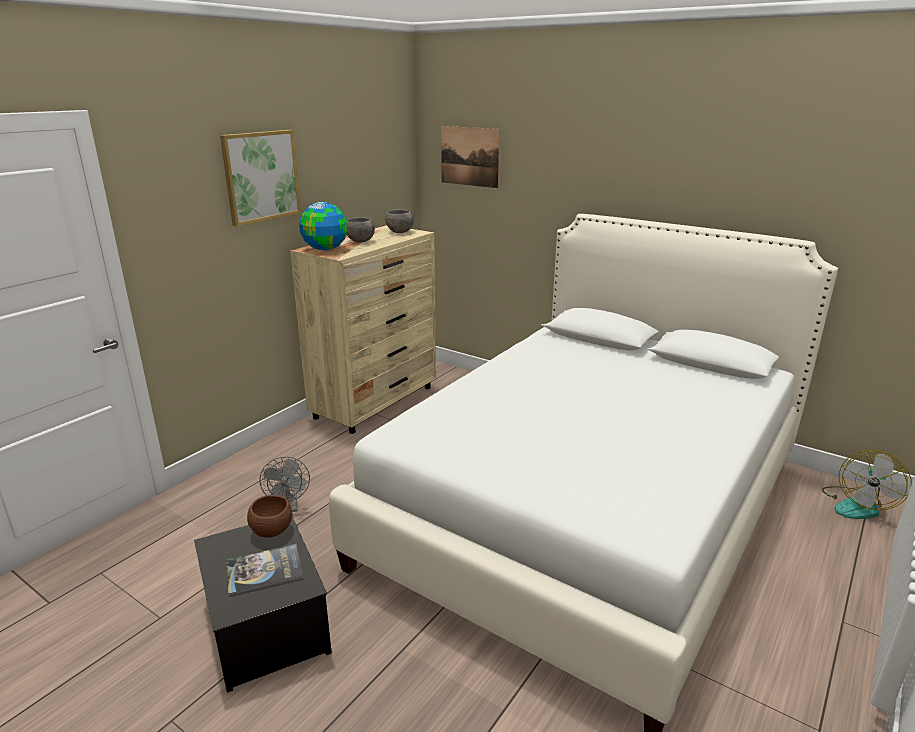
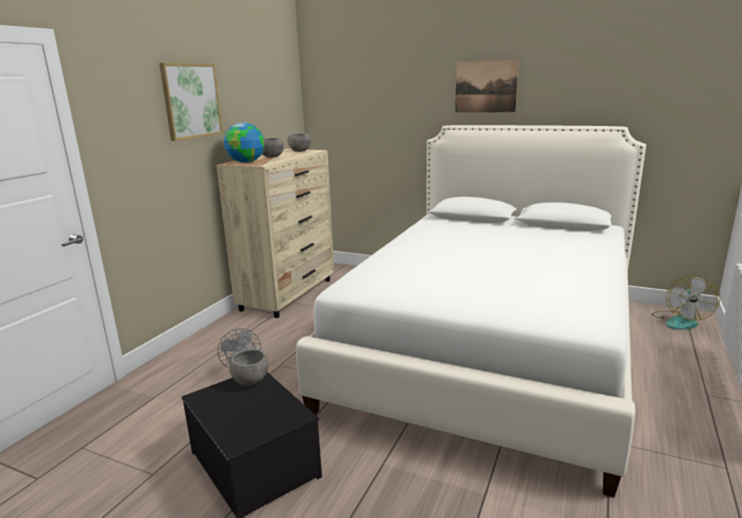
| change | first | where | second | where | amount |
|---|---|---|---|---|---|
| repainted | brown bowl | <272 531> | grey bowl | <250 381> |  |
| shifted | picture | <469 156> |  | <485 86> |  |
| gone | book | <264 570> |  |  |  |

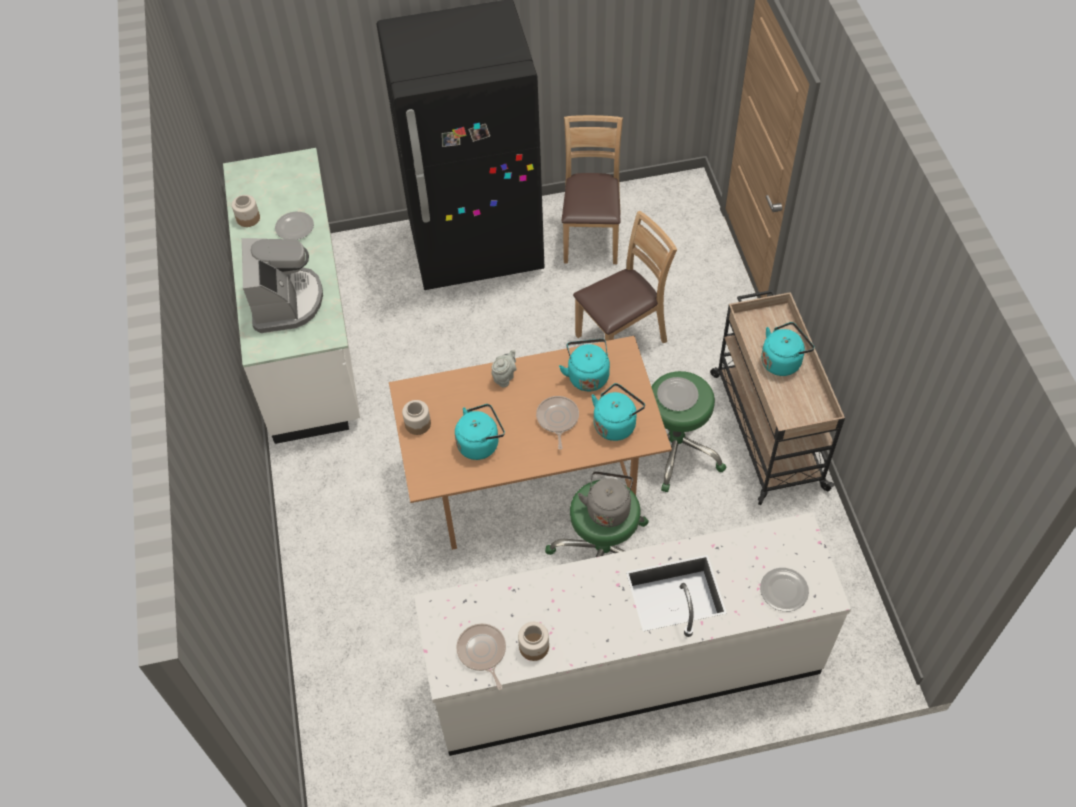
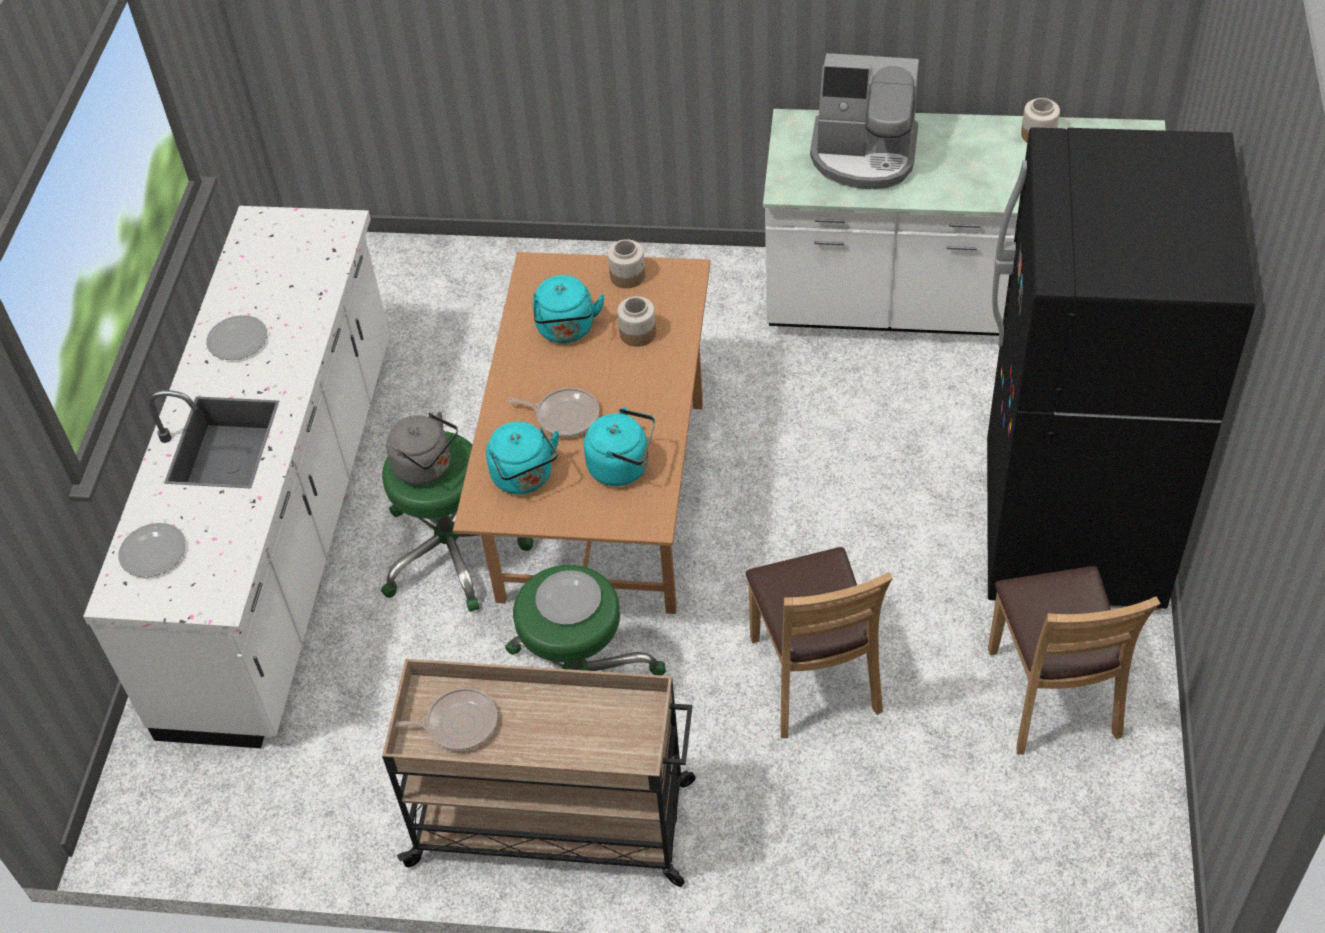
| change | first | where | second | where | amount |
|---|---|---|---|---|---|
| shifted | plate | <294 227> |  | <238 339> |  |
| shifted | frying pan | <482 652> |  | <458 723> |  |
| shifted | jar | <534 647> |  | <637 333> |  |
| rotated | brown chair | <591 237> |  | <1052 695> | 60 degrees clockwise |
| gone | grey teapot | <505 377> |  |  |  |
| gone | turquoise kettle | <782 361> |  |  |  |

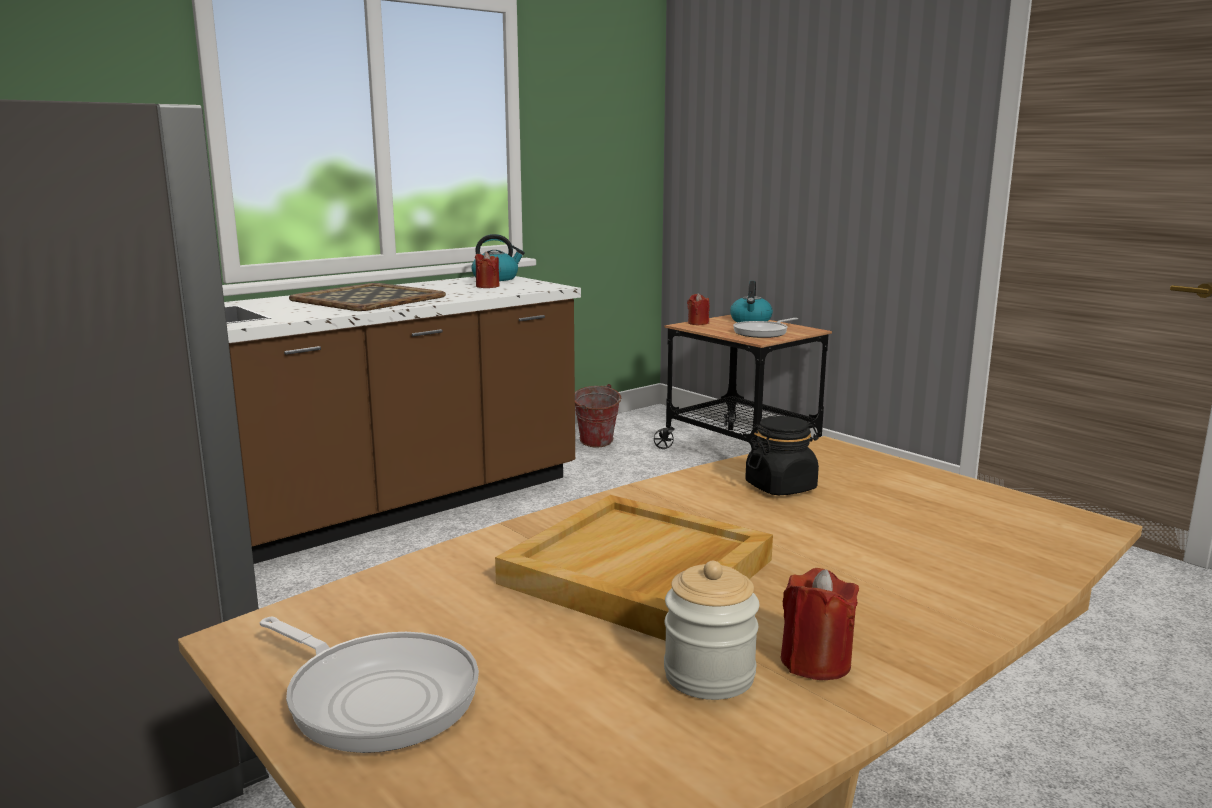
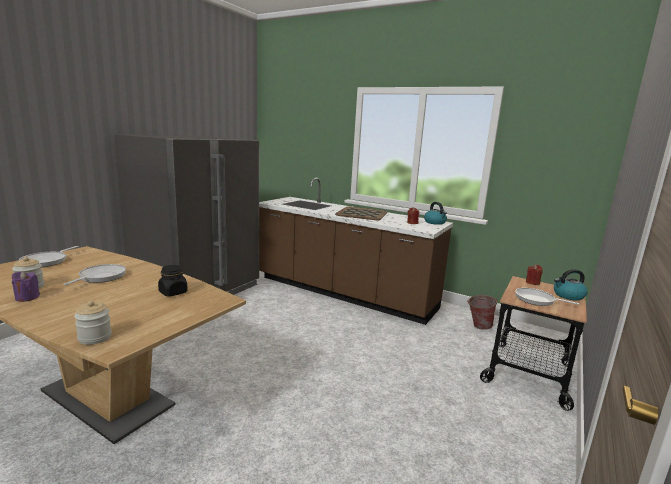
| change | first | where | second | where | amount |
|---|---|---|---|---|---|
| repainted | red candle | <815 662> | purple candle | <27 297> |  |
| swapped | beige tray | <638 573> | frying pan | <100 277> |  |
| new |  |  | jar | <95 337> |  |

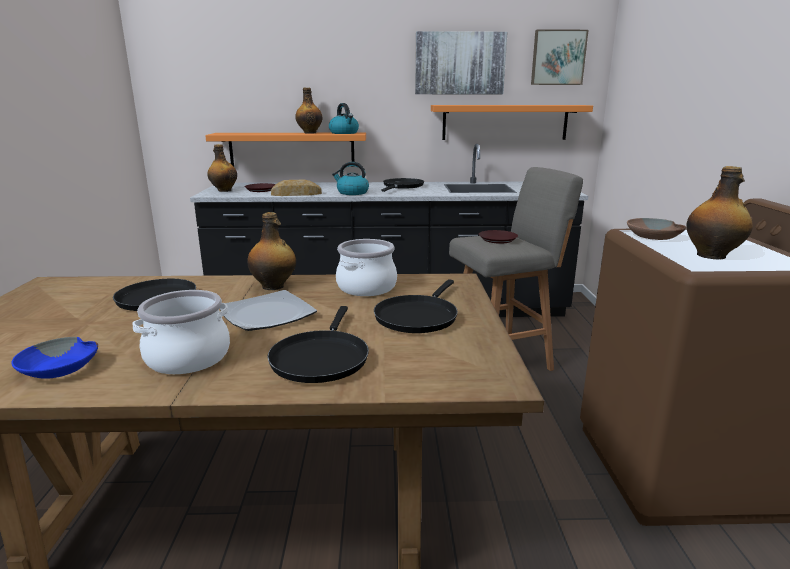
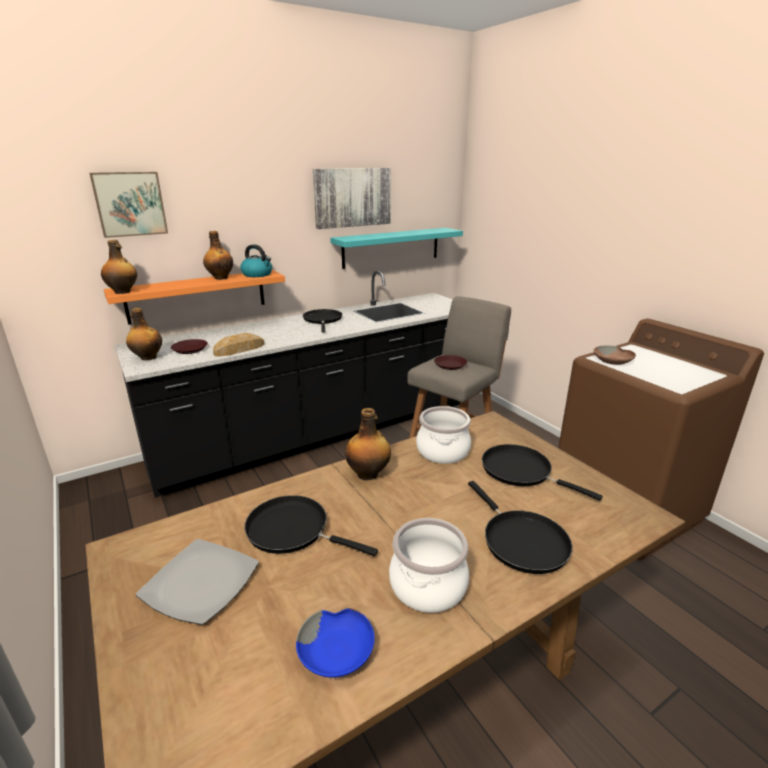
| change | first | where | second | where | amount |
|---|---|---|---|---|---|
| shifted | picture | <558 58> |  | <130 204> |  |
| shifted | bottle | <712 256> |  | <123 292> |  |
| shifted | plate | <268 314> |  | <200 582> |  |
| repainted | orange shelf | <505 122> | turquoise shelf | <391 247> |  |
| rotated | black frying pan | <418 316> |  | <521 471> | 135 degrees clockwise |
| gone | kettle | <352 193> |  |  |  |

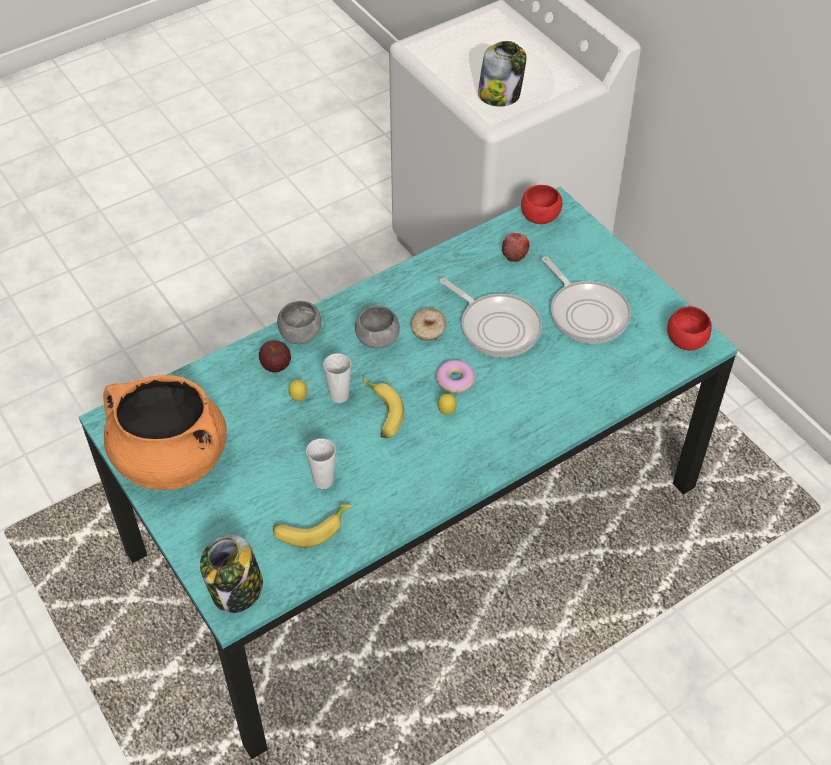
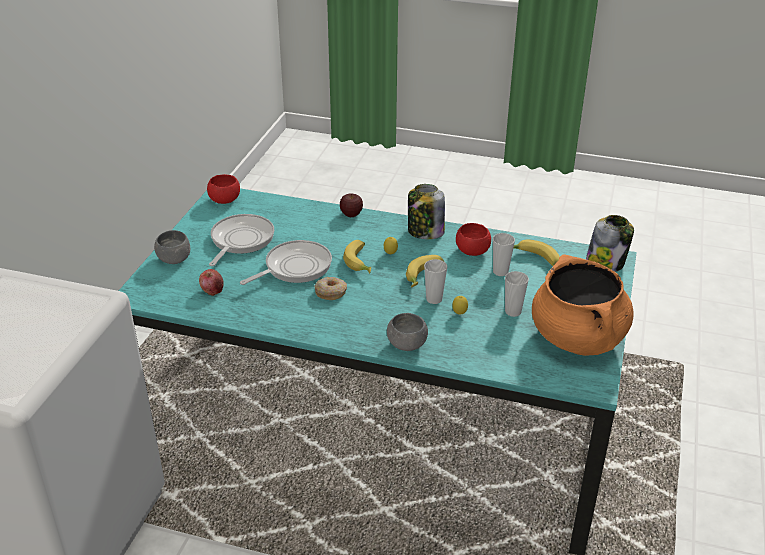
| change | first | where | second | where | amount |
|---|---|---|---|---|---|
| shifted | grey bowl | <377 339> |  | <174 259> |  |
| rotated | frying pan | <496 326> |  | <294 267> | 45 degrees clockwise |
| shifted | apple | <276 366> |  | <351 214> |  |
| swapped | donut | <455 380> | banana | <361 262> |  |
| shifted | jar | <500 95> |  | <425 232> |  |
| shifted | red bowl | <540 216> |  | <472 251> |  |
| new |  |  | cup | <513 311> |  |

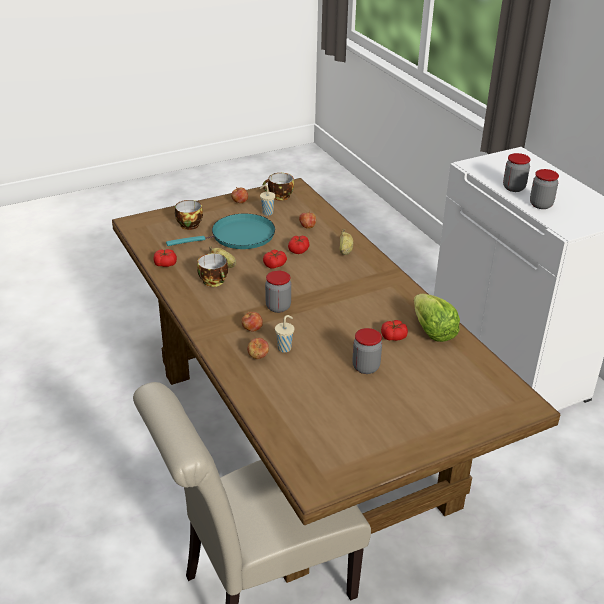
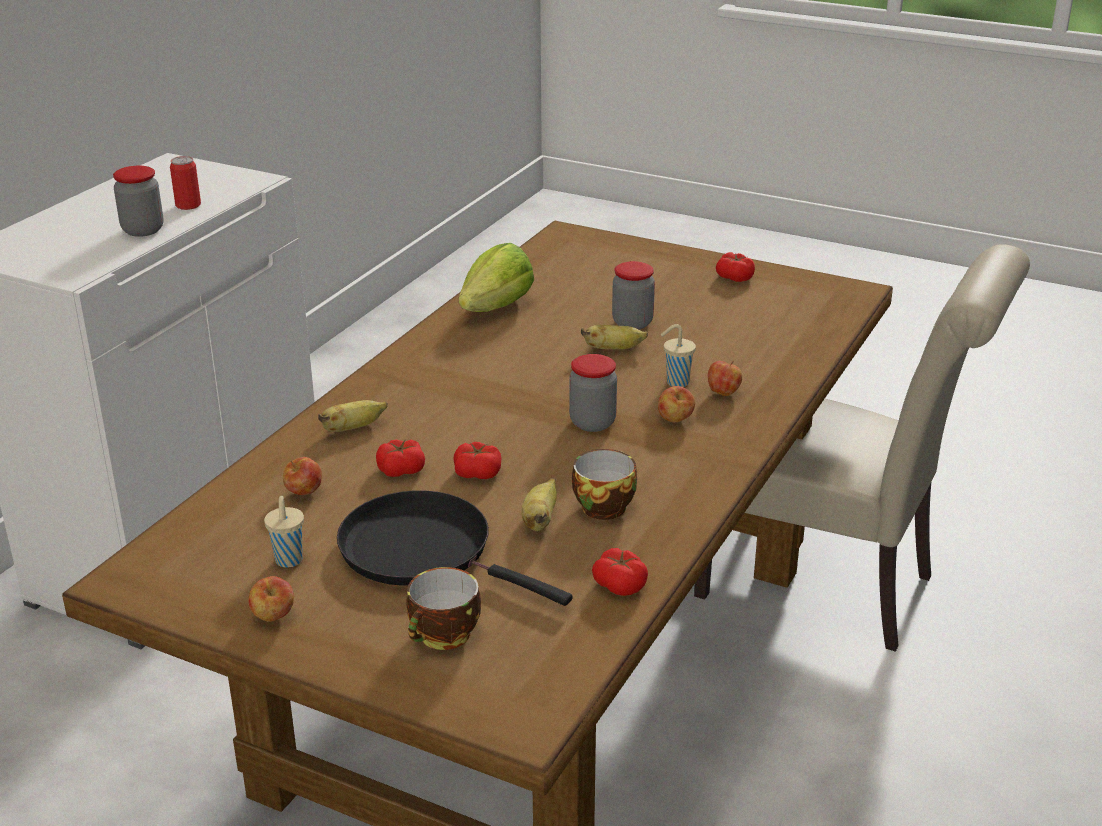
| change | first | where | second | where | amount |
|---|---|---|---|---|---|
| swapped | jar | <541 205> | can | <188 205> |  |
| repainted | turquoise frying pan | <238 236> | black frying pan | <424 551> |  |
| new |  |  | banana | <614 349> |  |
| shifted | tomato | <393 336> |  | <734 277> |  |
| gone | cup | <279 196> |  |  |  |

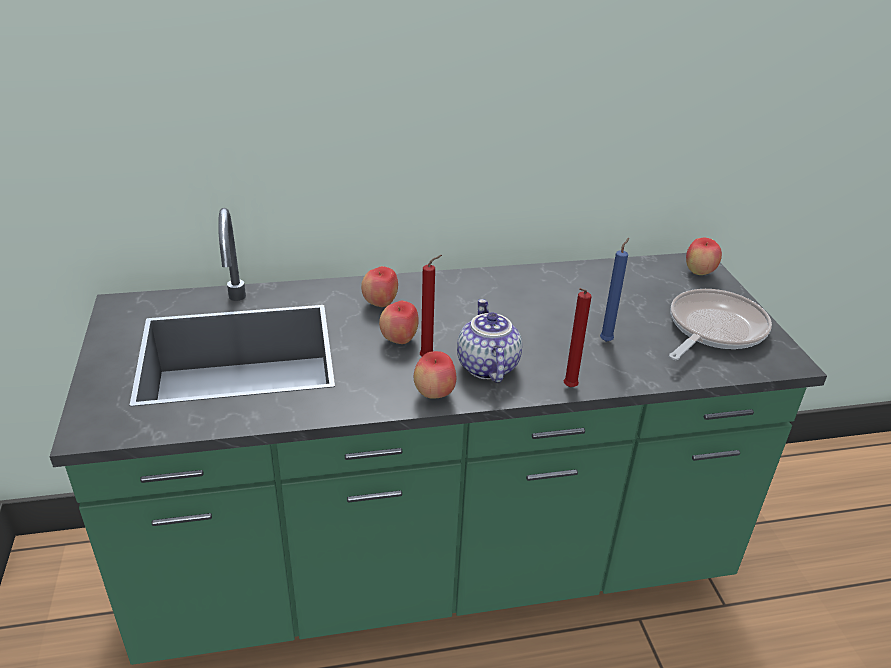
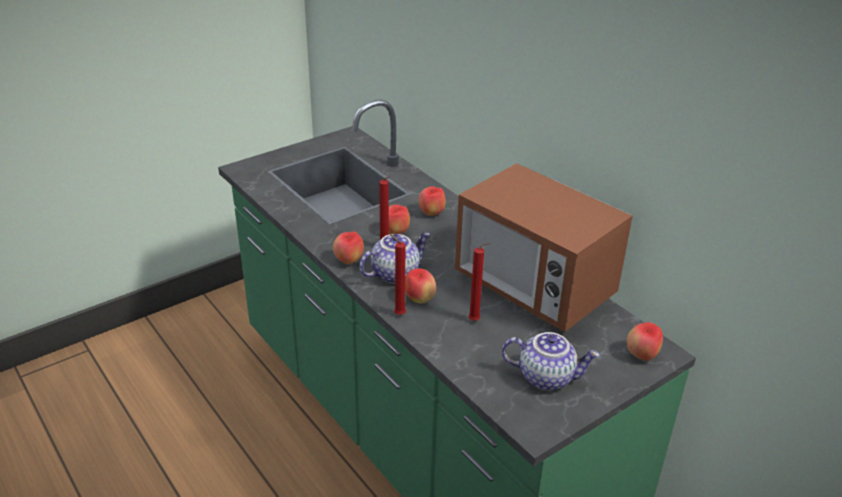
| change | first | where | second | where | amount |
|---|---|---|---|---|---|
| new |  |  | apple | <419 299> |  |
| new |  |  | microwave | <533 288> |  |
| repainted | blue candle | <607 340> | red candle | <476 321> |  |
| swapped | frying pan | <713 329> | teapot | <546 377> |  |

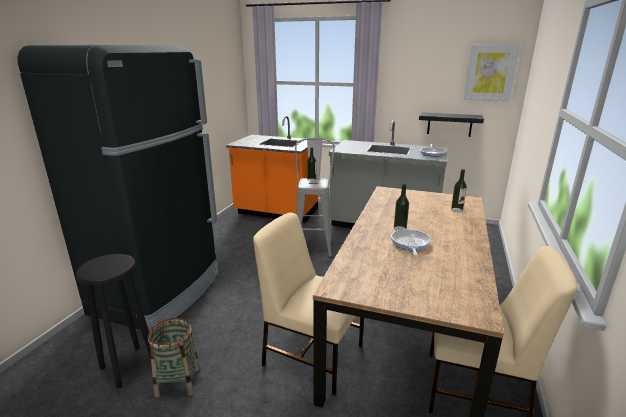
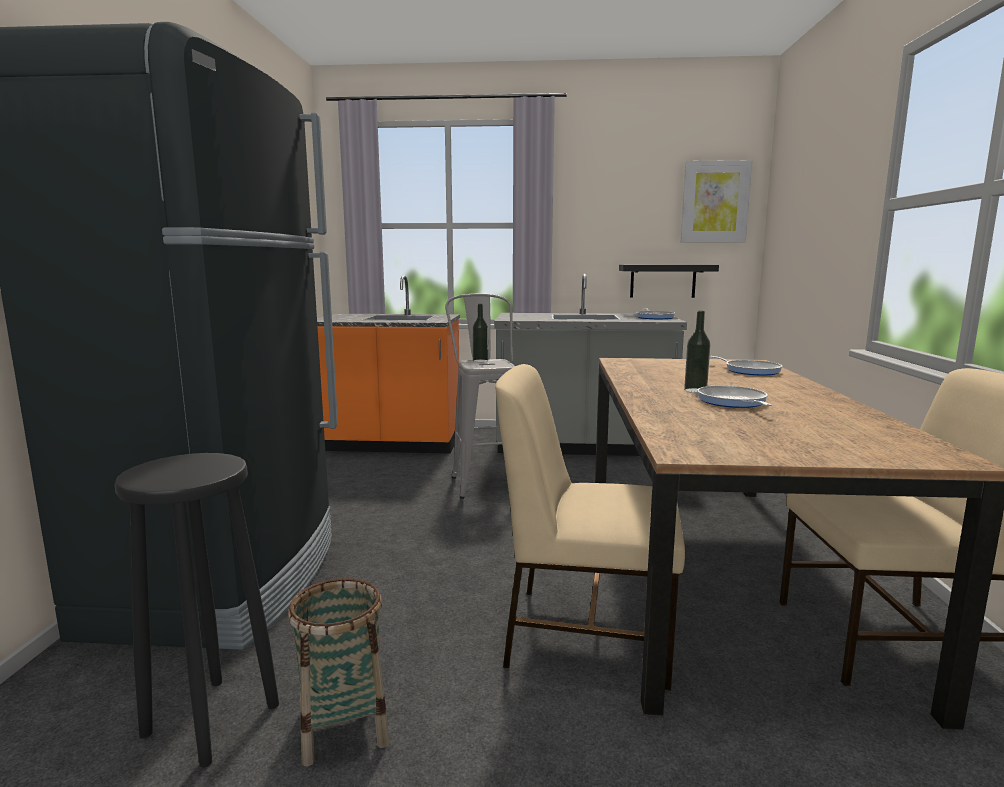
| change | first | where | second | where | amount |
|---|---|---|---|---|---|
| swapped | bottle | <456 210> | frying pan | <750 370> |  |

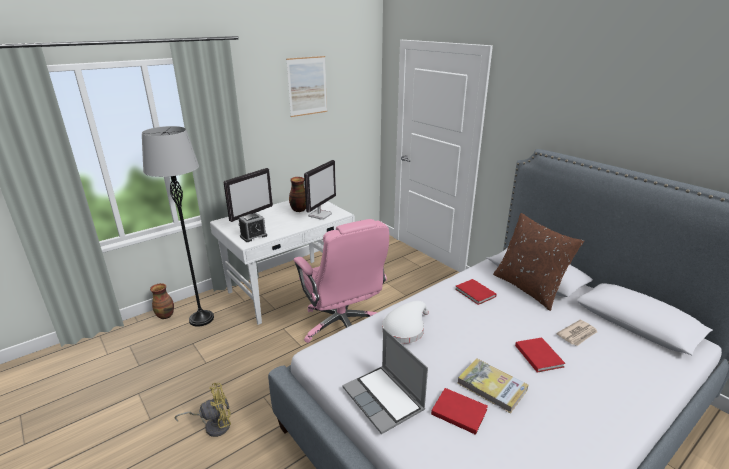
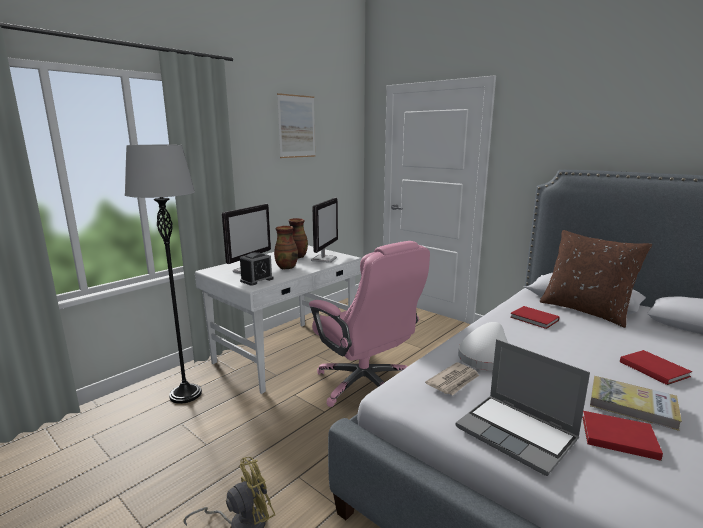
| change | first | where | second | where | amount |
|---|---|---|---|---|---|
| shifted | vase | <165 315> |  | <286 267> |  |
| shifted | newspaper | <577 334> |  | <454 381> |  |

